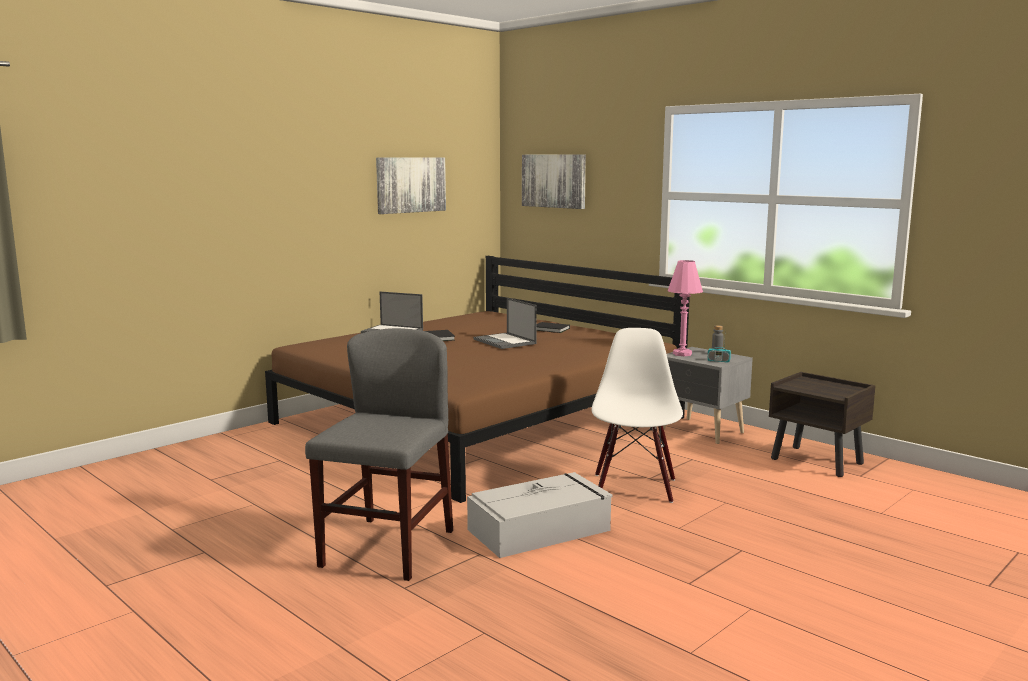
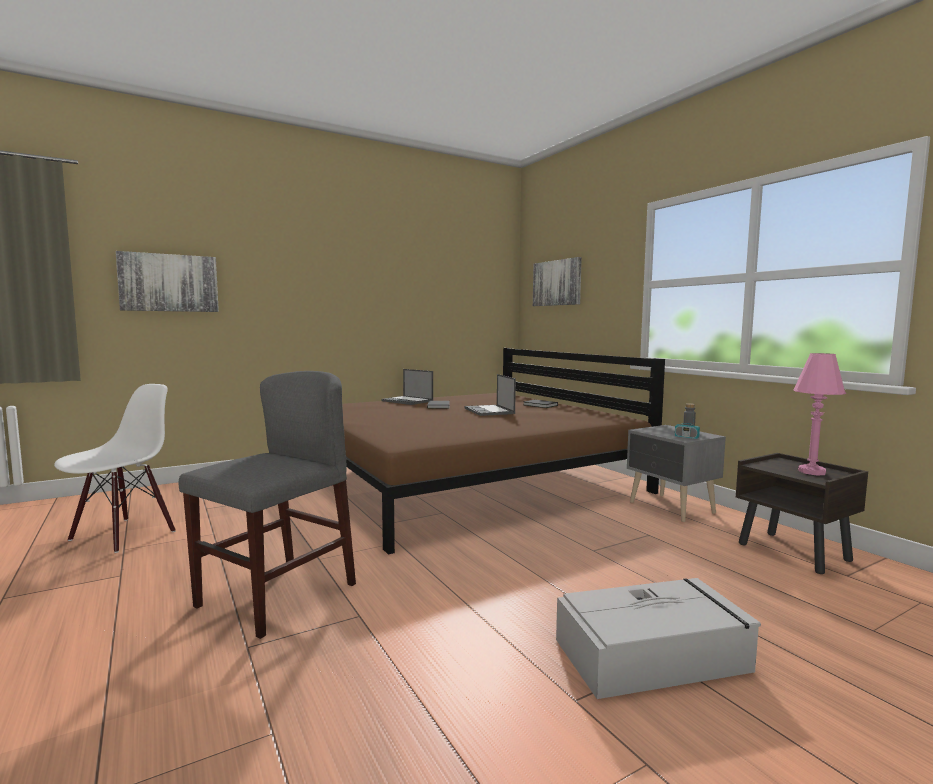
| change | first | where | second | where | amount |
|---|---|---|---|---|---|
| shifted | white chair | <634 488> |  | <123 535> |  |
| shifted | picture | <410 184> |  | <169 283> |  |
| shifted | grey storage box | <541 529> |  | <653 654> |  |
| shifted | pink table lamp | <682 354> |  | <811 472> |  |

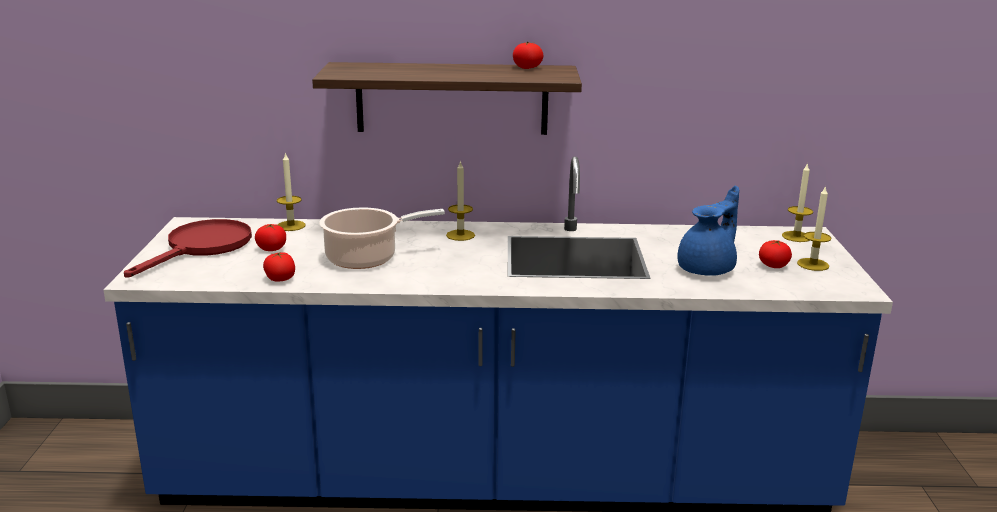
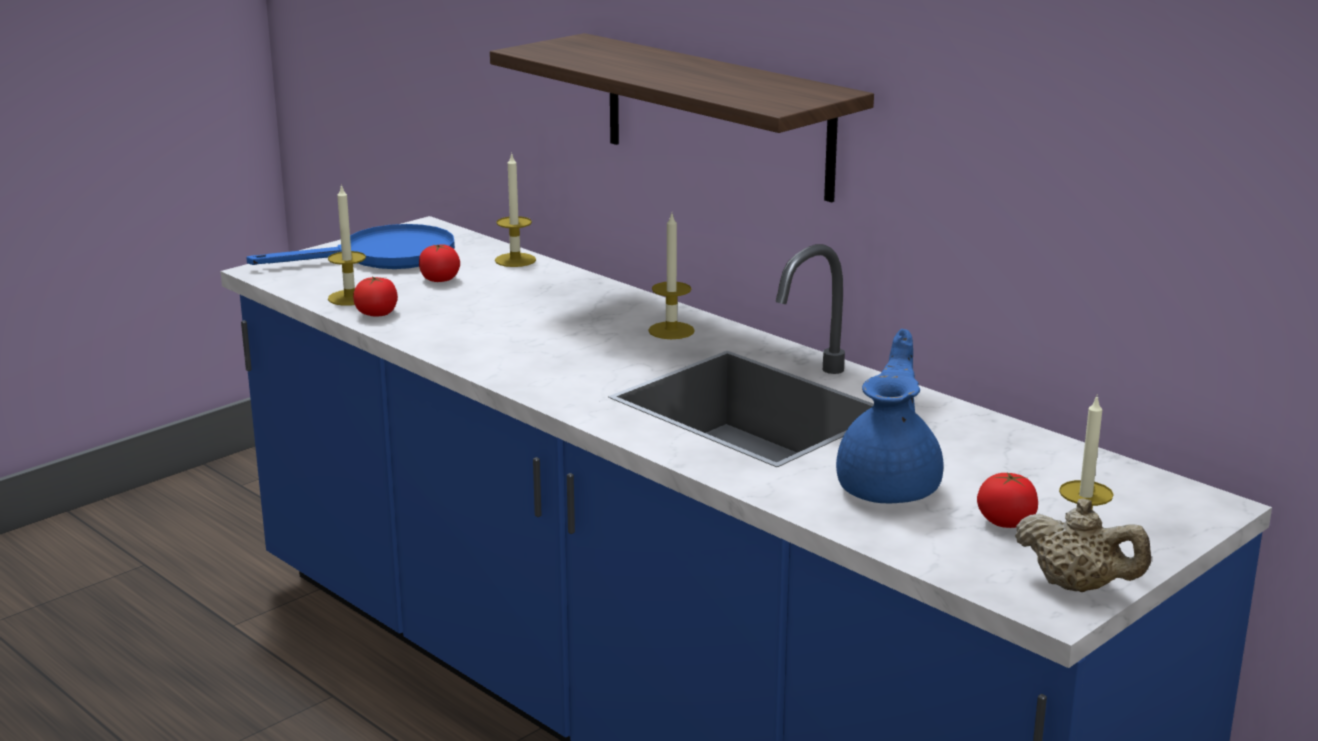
| change | first | where | second | where | amount |
|---|---|---|---|---|---|
| repainted | red frying pan | <202 247> | blue frying pan | <382 257> |  |
| shifted | candle | <796 236> |  | <350 298> |  |
| rotated | blue teapot | <708 269> |  | <890 487> | 75 degrees counterclockwise |
| new |  |  | beige teapot | <1077 586> |  |
| gone | cooking pot | <366 258> |  |  |  |
| gone | tomato | <527 68> |  |  |  |

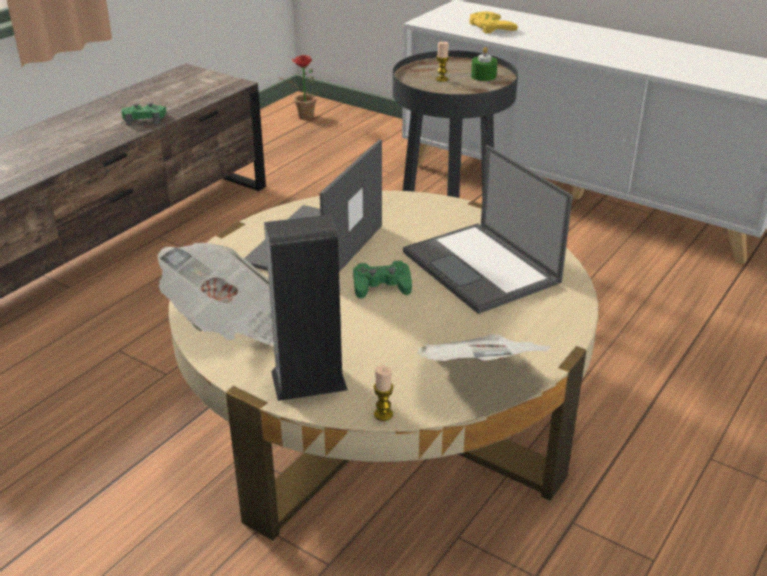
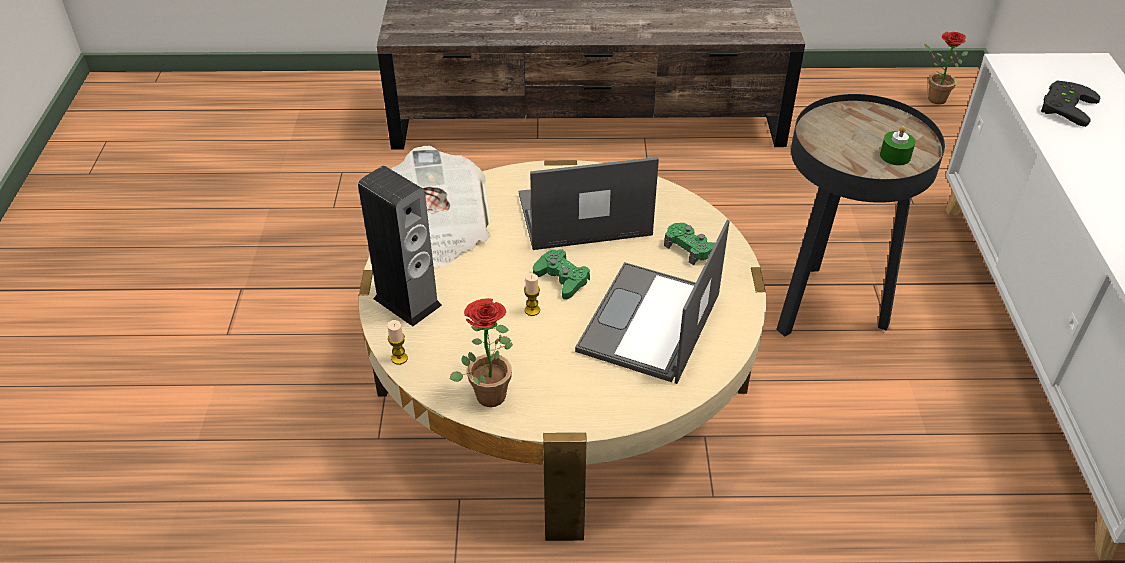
| change | first | where | second | where | amount |
|---|---|---|---|---|---|
| swapped | newspaper | <480 377> | potted plant | <488 391> |  |
| shifted | candle | <442 79> |  | <532 310> |  |
| shifted | green game controller | <144 119> |  | <690 248> |  |
| repainted | yellow game controller | <488 27> | black game controller | <1063 106> |  |

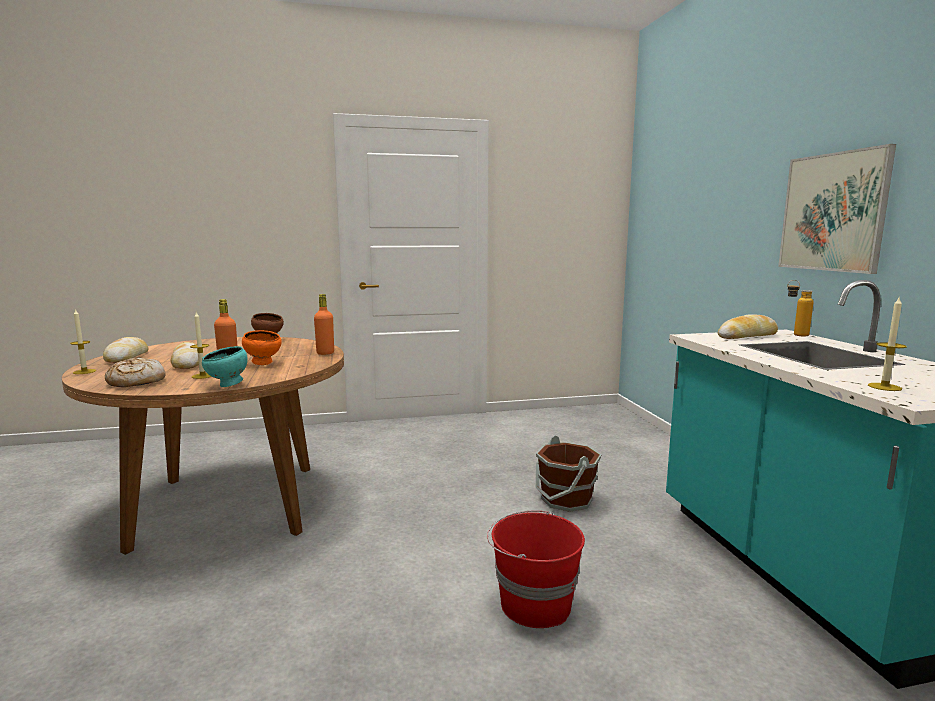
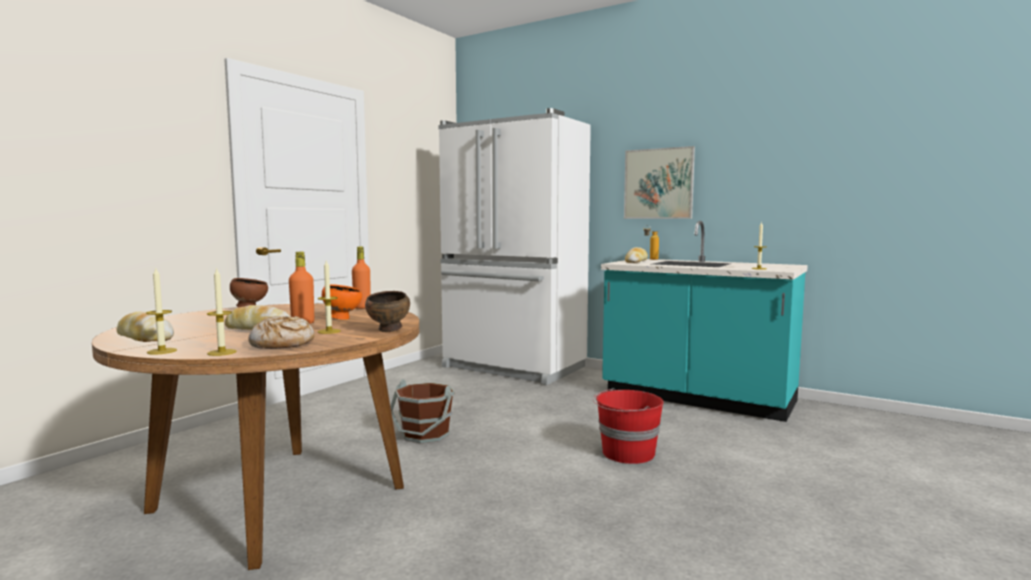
| change | first | where | second | where | amount |
|---|---|---|---|---|---|
| new |  |  | candle | <221 352> |  |
| repainted | turquoise bowl | <228 385> | brown bowl | <389 331> |  |
| shifted | brown bucket | <565 499> |  | <425 434> |  |
| new |  |  | white fridge | <513 368> |  |

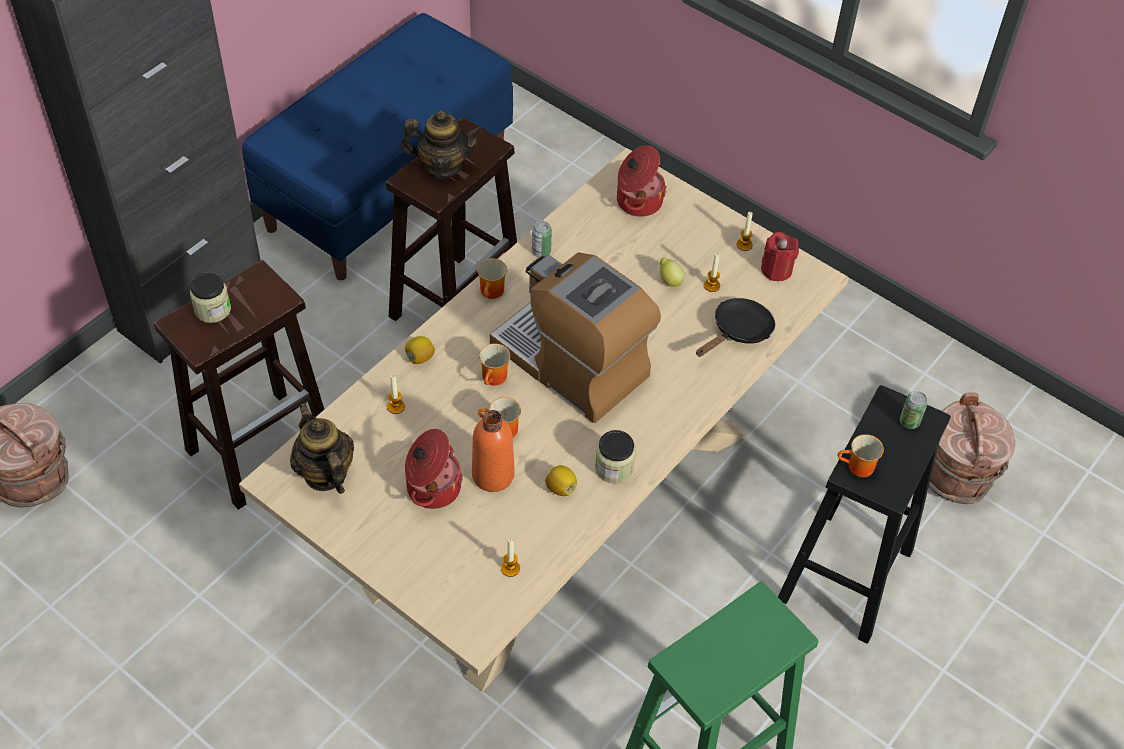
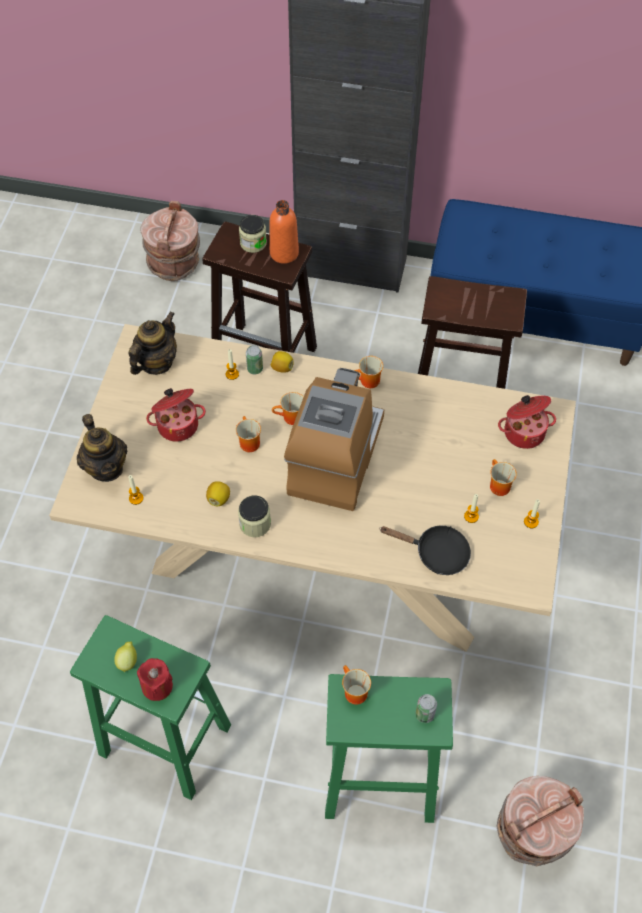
| change | first | where | second | where | amount |
|---|---|---|---|---|---|
| shifted | teapot | <442 166> |  | <106 467> |  |
| shifted | lemon | <669 281> |  | <128 661> |  |
| shifted | red candle | <776 269> |  | <157 686> |  |
| shifted | can | <541 251> |  | <255 369> |  |
| shifted | orange bottle | <493 475> |  | <284 253> |  |
| repainted | black stool | <845 577> | green stool | <377 778> |  |
| new |  |  | mug | <497 485> |  |

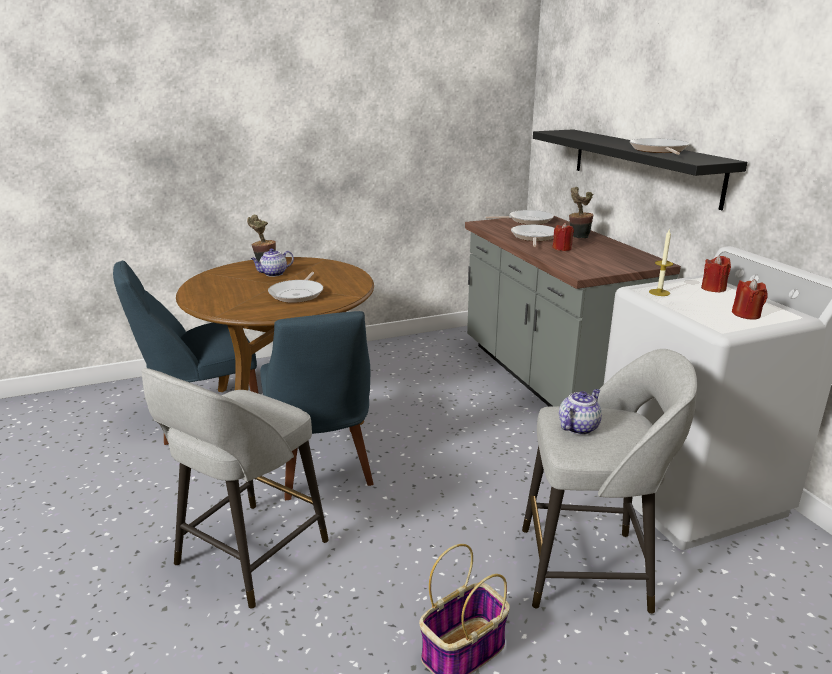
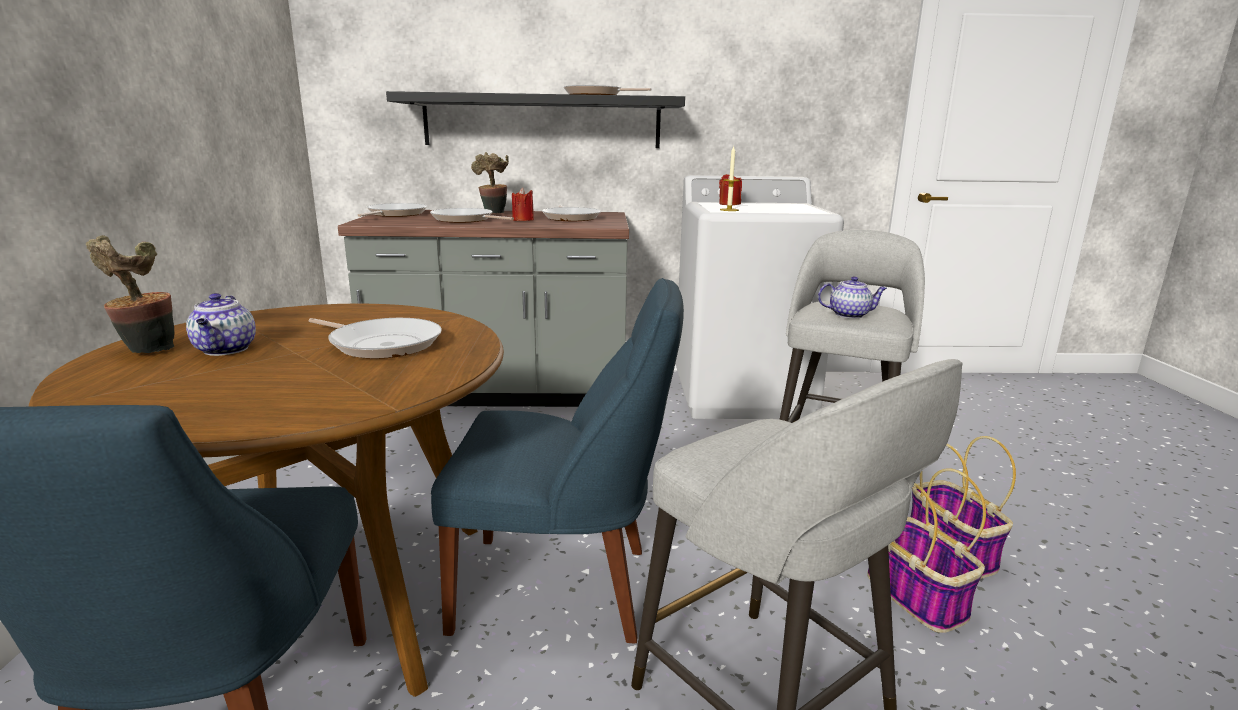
| change | first | where | second | where | amount |
|---|---|---|---|---|---|
| new |  |  | frying pan | <571 218> |  |
| rotated | teapot | <578 427> |  | <850 315> | 120 degrees clockwise |
| new |  |  | basket | <918 597> |  |
| gone | red candle | <746 314> |  |  |  |

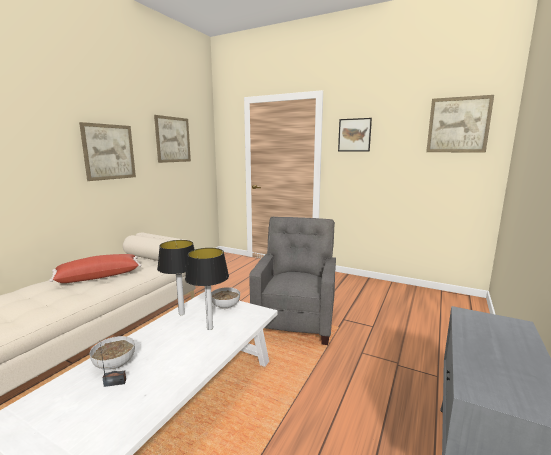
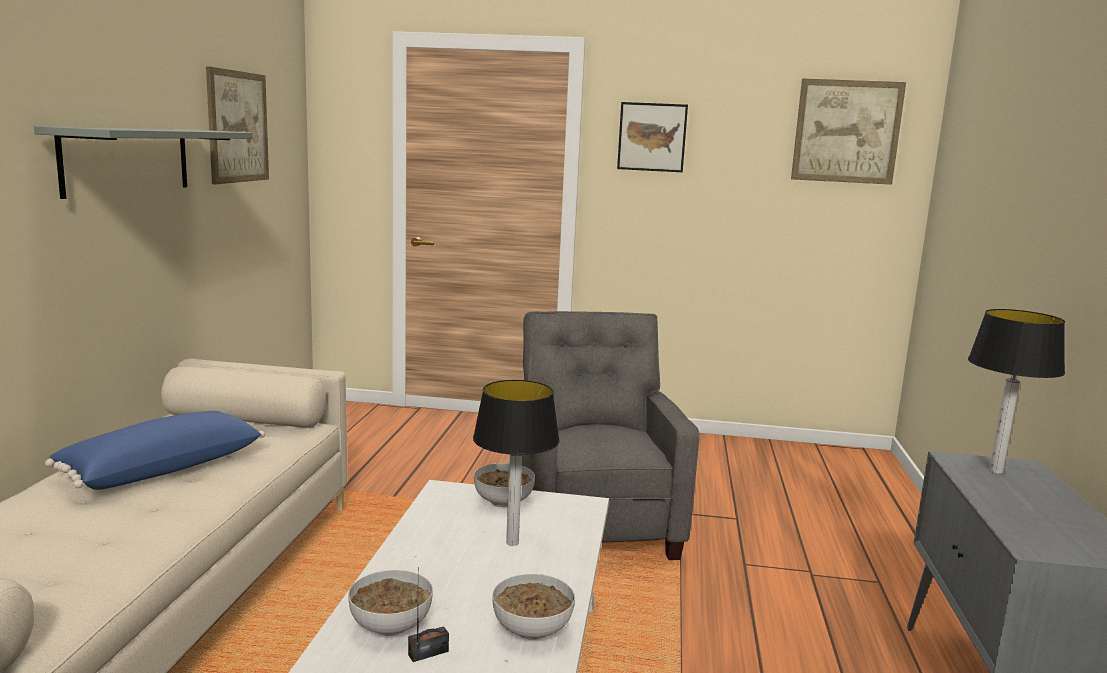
| change | first | where | second | where | amount |
|---|---|---|---|---|---|
| swapped | picture | <109 152> | grey shelf | <127 160> |  |
| repainted | red pillow | <99 276> | blue pillow | <161 468> |  |
| new |  |  | bowl | <531 629> |  |
| shifted | table lamp | <181 314> |  | <997 471> |  |

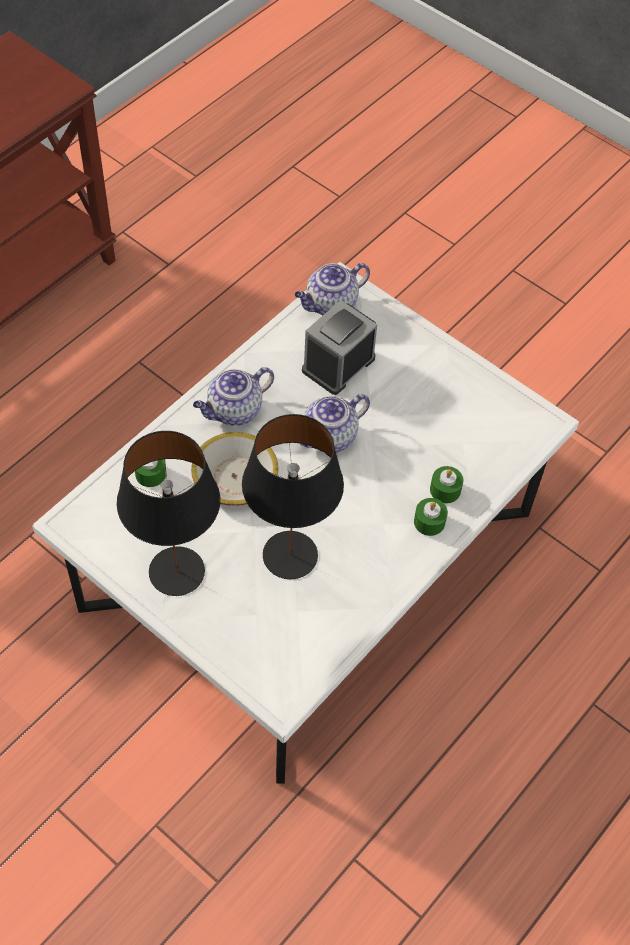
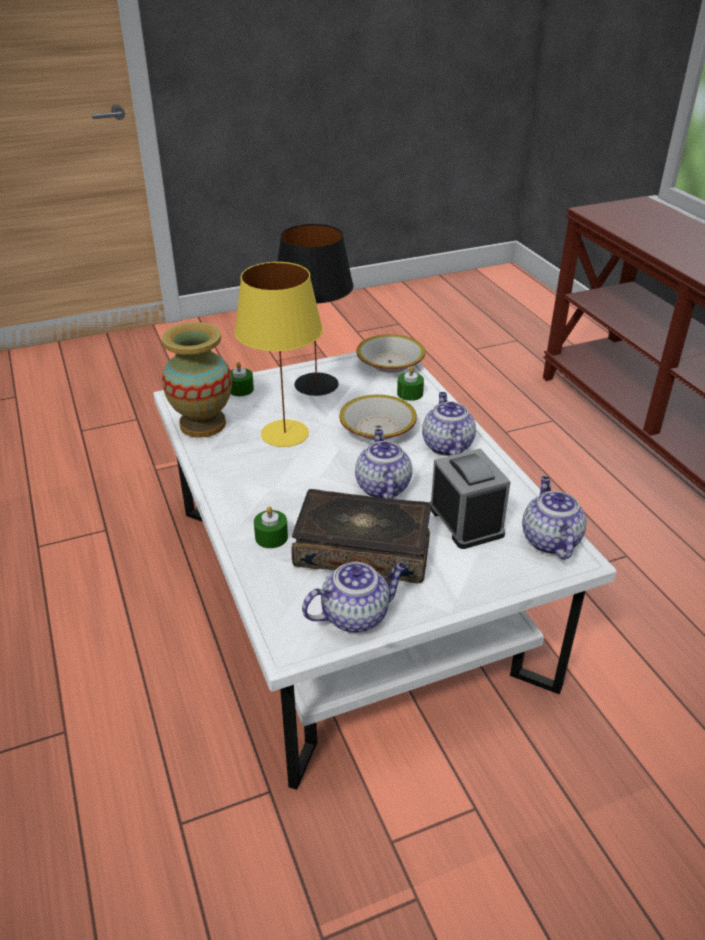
| change | first | where | second | where | amount |
|---|---|---|---|---|---|
| new |  |  | vase | <203 424> |  |
| shifted | green candle | <429 522> |  | <240 389> |  |
| repainted | black table lamp | <289 554> | yellow table lamp | <285 433> |  |
| new |  |  | book | <363 548> |  |
| new |  |  | teapot | <356 615> |  |
| new |  |  | bowl | <390 363> |  |

